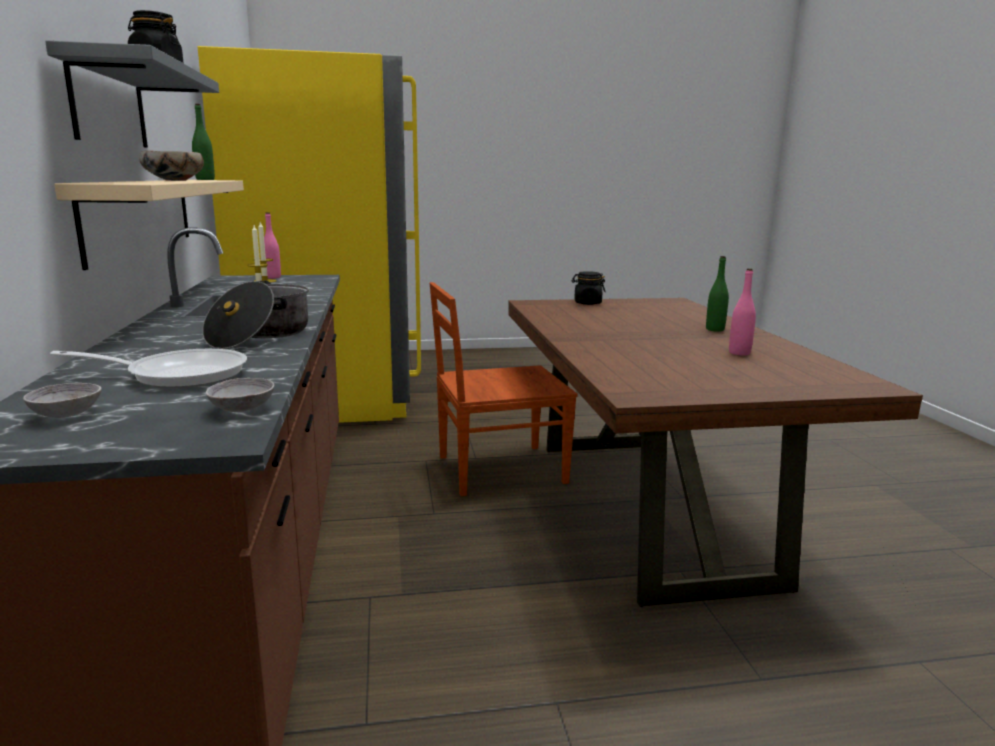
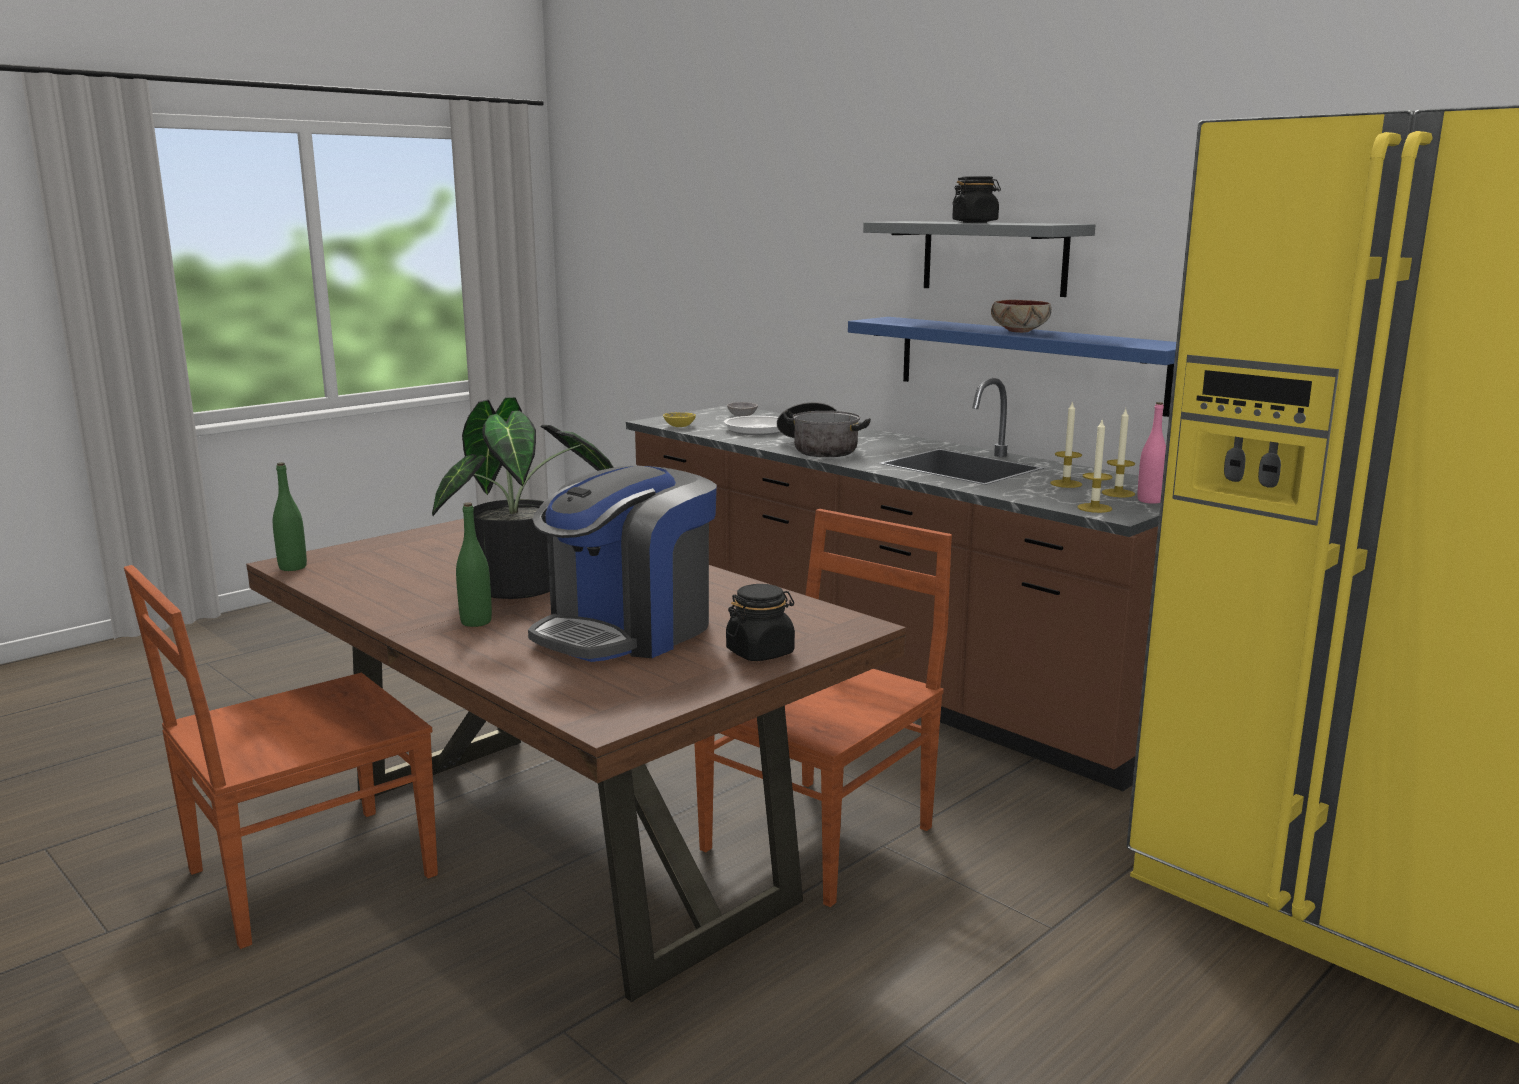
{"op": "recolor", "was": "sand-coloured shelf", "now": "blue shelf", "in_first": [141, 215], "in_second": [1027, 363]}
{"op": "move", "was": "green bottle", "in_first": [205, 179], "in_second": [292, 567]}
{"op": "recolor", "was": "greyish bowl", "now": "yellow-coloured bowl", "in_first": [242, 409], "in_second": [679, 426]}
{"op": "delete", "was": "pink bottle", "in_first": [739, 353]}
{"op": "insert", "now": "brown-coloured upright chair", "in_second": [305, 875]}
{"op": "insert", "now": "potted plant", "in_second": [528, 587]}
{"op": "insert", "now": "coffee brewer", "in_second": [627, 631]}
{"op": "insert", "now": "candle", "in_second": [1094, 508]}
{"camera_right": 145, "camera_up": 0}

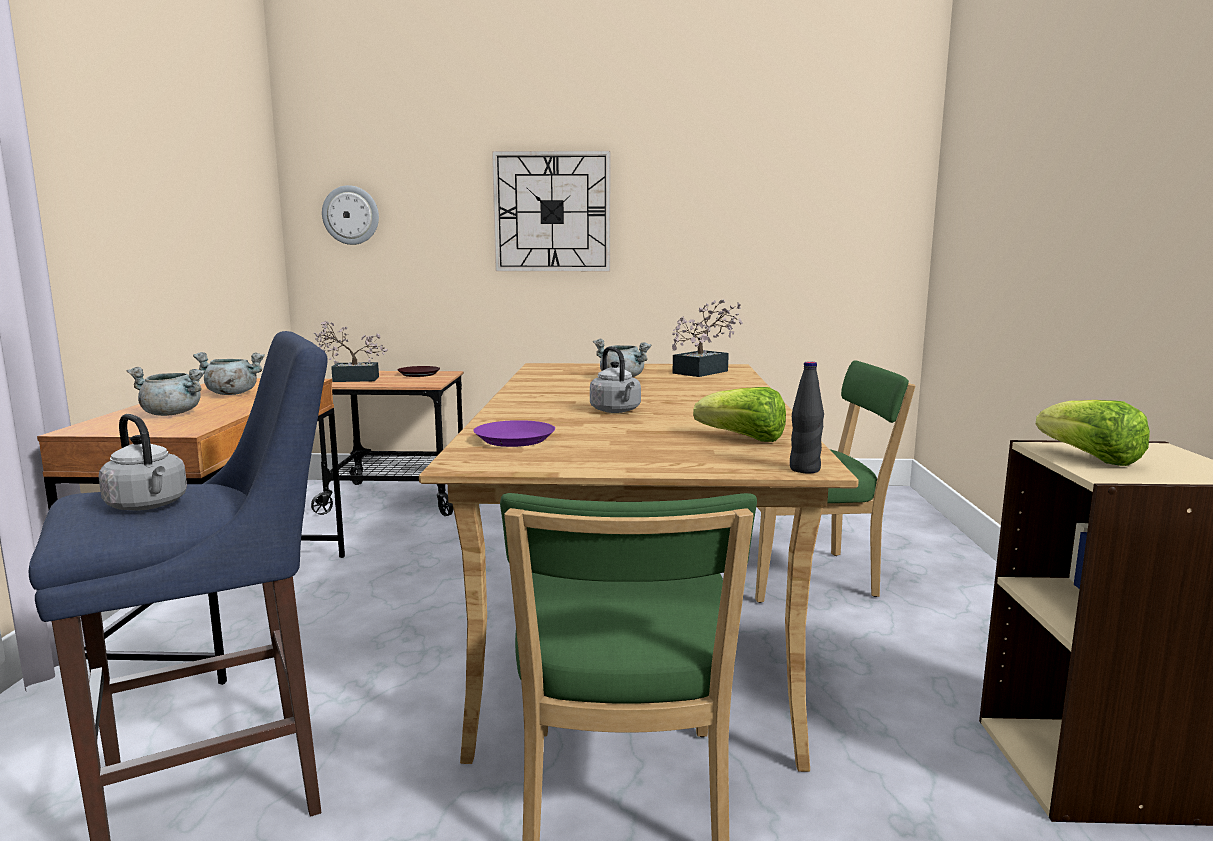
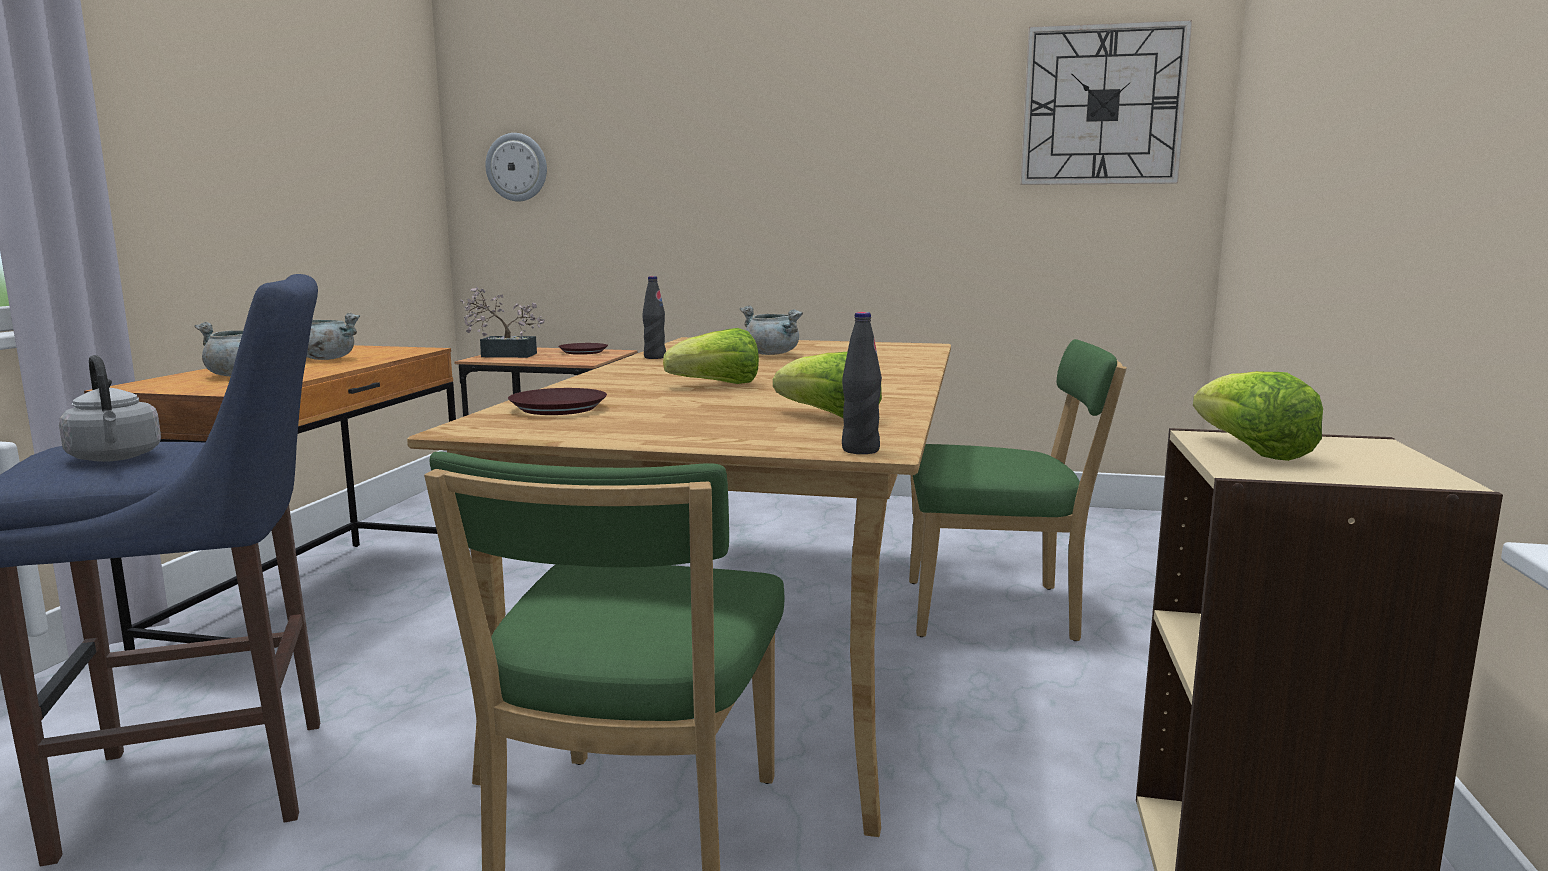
{"op": "recolor", "was": "purple flat dish", "now": "brown-coloured flat dish", "in_first": [515, 439], "in_second": [559, 408]}
{"op": "move", "was": "wall clock", "in_first": [552, 212], "in_second": [1102, 105]}
{"op": "replace", "was": "greyish tea kettle", "now": "lettuce head", "in_first": [616, 411], "in_second": [717, 385]}
{"op": "delete", "was": "potted plant", "in_first": [705, 371]}
{"op": "insert", "now": "black bottle", "in_second": [654, 357]}
{"camera_right": 10, "camera_up": 0}

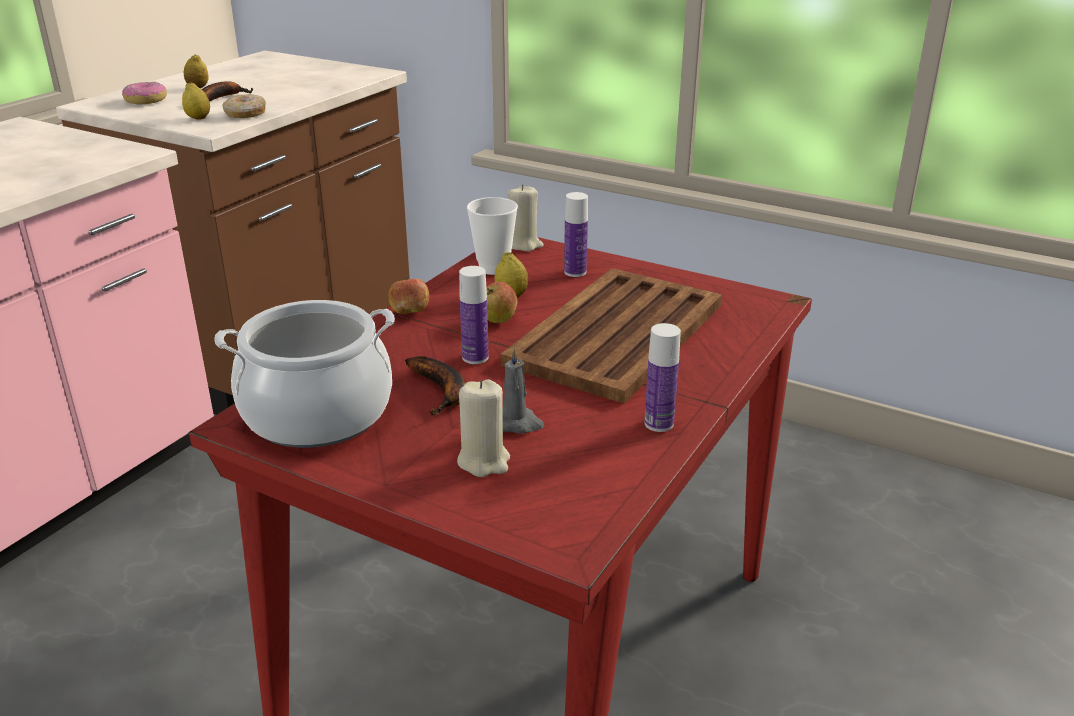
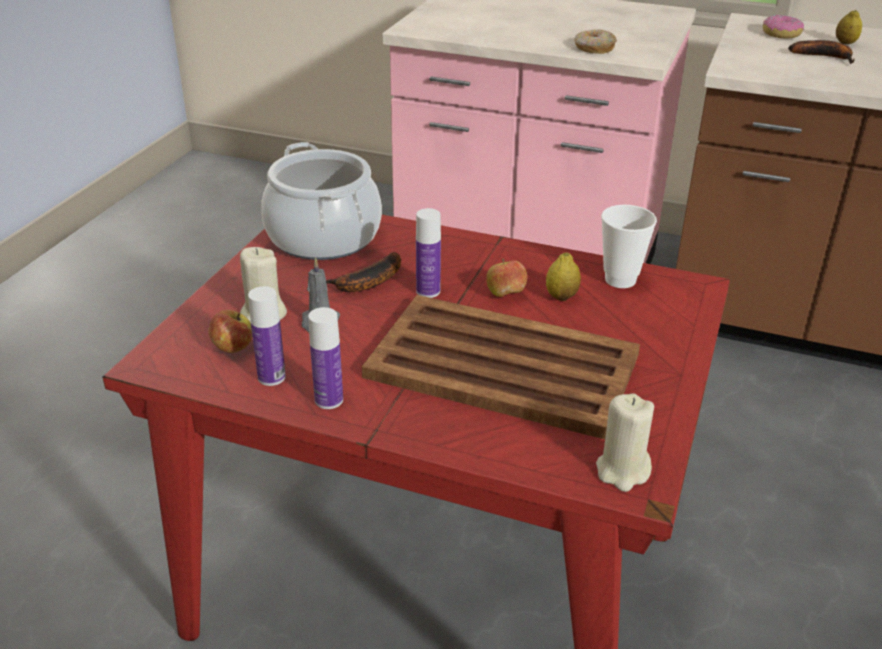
{"op": "delete", "was": "citrus fruit", "in_first": [198, 118]}
{"op": "move", "was": "doughnut", "in_first": [245, 114], "in_second": [594, 48]}
{"op": "move", "was": "whole apple", "in_first": [410, 313], "in_second": [233, 348]}
{"op": "move", "was": "sand-coloured candle", "in_first": [523, 244], "in_second": [622, 471]}
{"op": "move", "was": "bottle", "in_first": [575, 272], "in_second": [271, 377]}
{"camera_right": 80, "camera_up": 5}

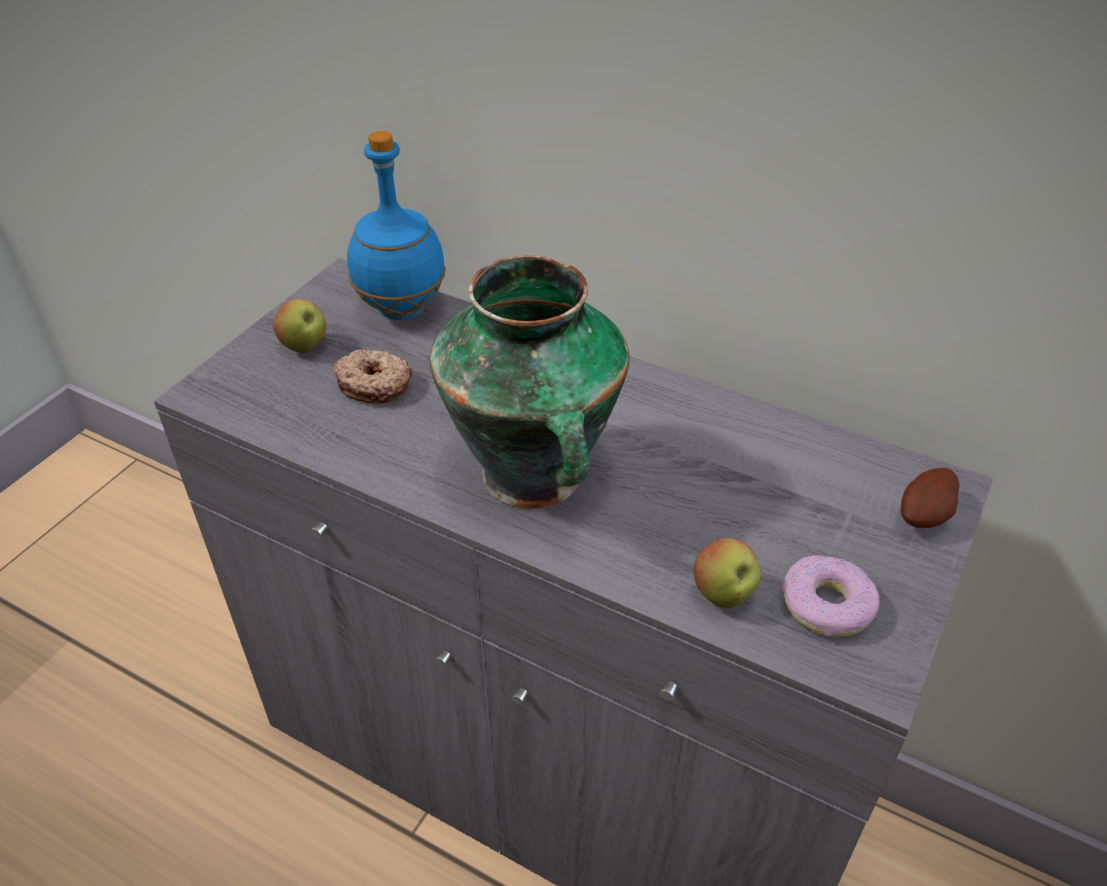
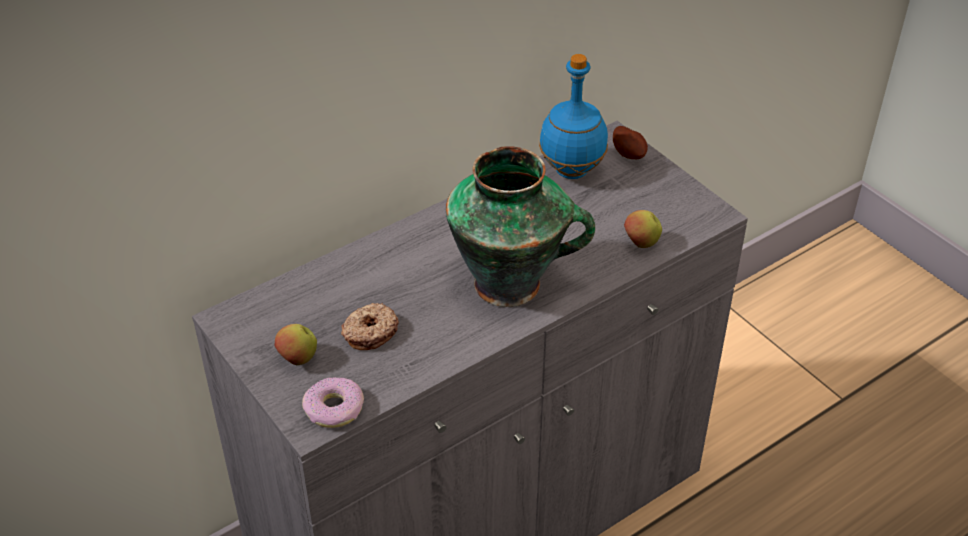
{"op": "move", "was": "blue bottle", "in_first": [403, 309], "in_second": [571, 170]}
{"op": "move", "was": "doughnut", "in_first": [826, 606], "in_second": [334, 409]}
{"camera_right": -65, "camera_up": 0}

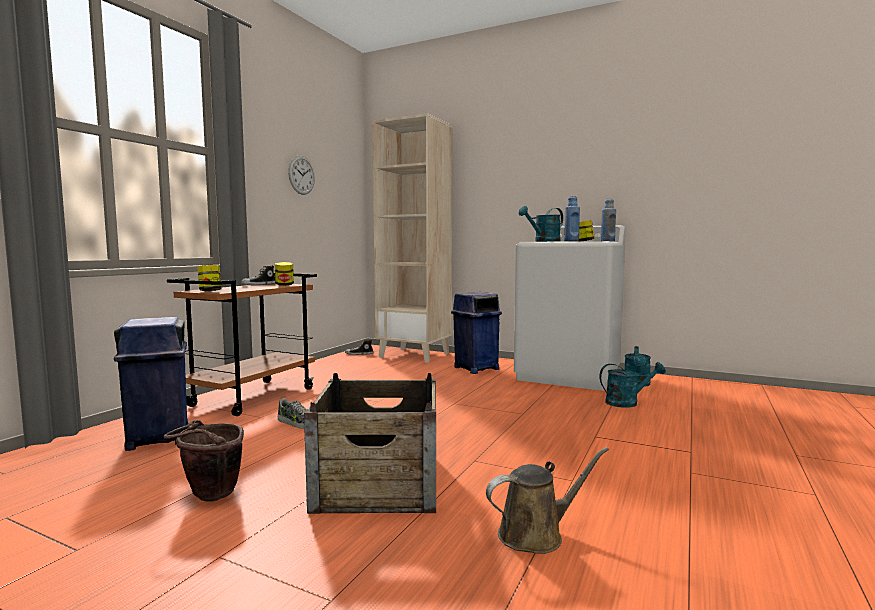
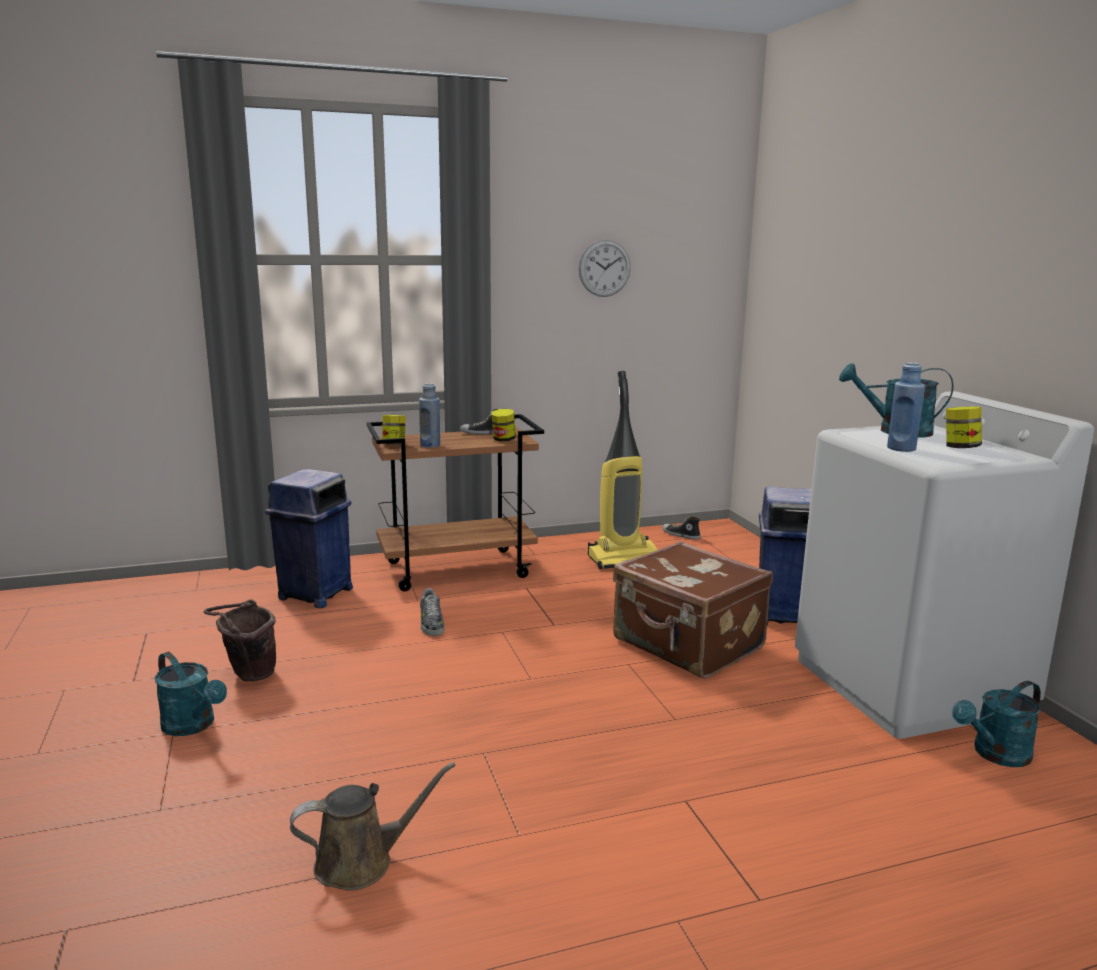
{"op": "delete", "was": "packing crate", "in_first": [379, 483]}
{"op": "delete", "was": "sand-coloured shelving unit", "in_first": [415, 355]}
{"op": "rotate", "was": "brown-coloured watering pot", "in_first": [536, 534], "in_second": [361, 862], "clockwise": -45}
{"op": "move", "was": "blue-green watering pot", "in_first": [627, 402], "in_second": [193, 726]}
{"op": "move", "was": "blue bottle", "in_first": [607, 241], "in_second": [430, 445]}
{"op": "insert", "now": "hoover", "in_second": [624, 559]}
{"op": "insert", "now": "brown-coloured suitcase", "in_second": [687, 645]}
{"camera_right": 45, "camera_up": 10}

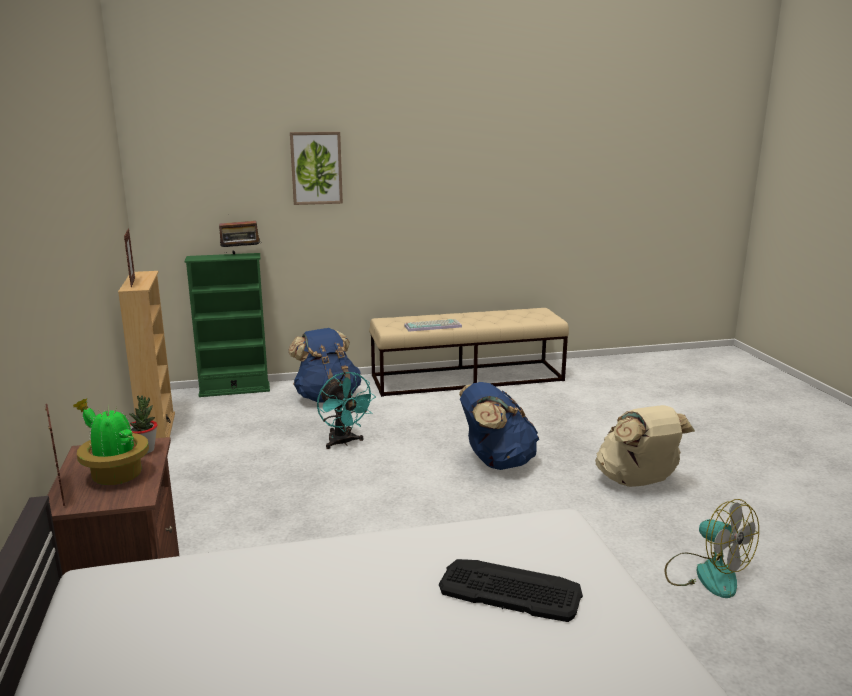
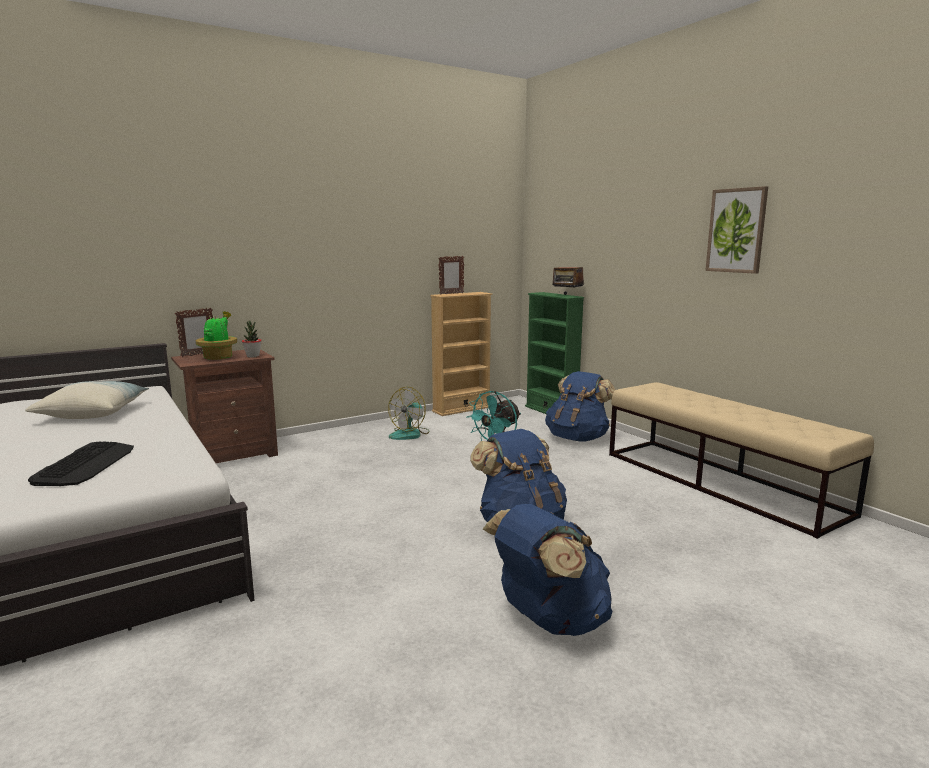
{"op": "move", "was": "wall picture", "in_first": [316, 168], "in_second": [736, 230]}
{"op": "delete", "was": "PC keyboard", "in_first": [433, 326]}
{"op": "recolor", "was": "sand-coloured knapsack", "now": "blue knapsack", "in_first": [637, 482], "in_second": [548, 620]}
{"op": "move", "was": "cooling fan", "in_first": [706, 574], "in_second": [410, 434]}
{"op": "insert", "now": "throw pillow", "in_second": [93, 413]}
{"camera_right": 70, "camera_up": -5}

